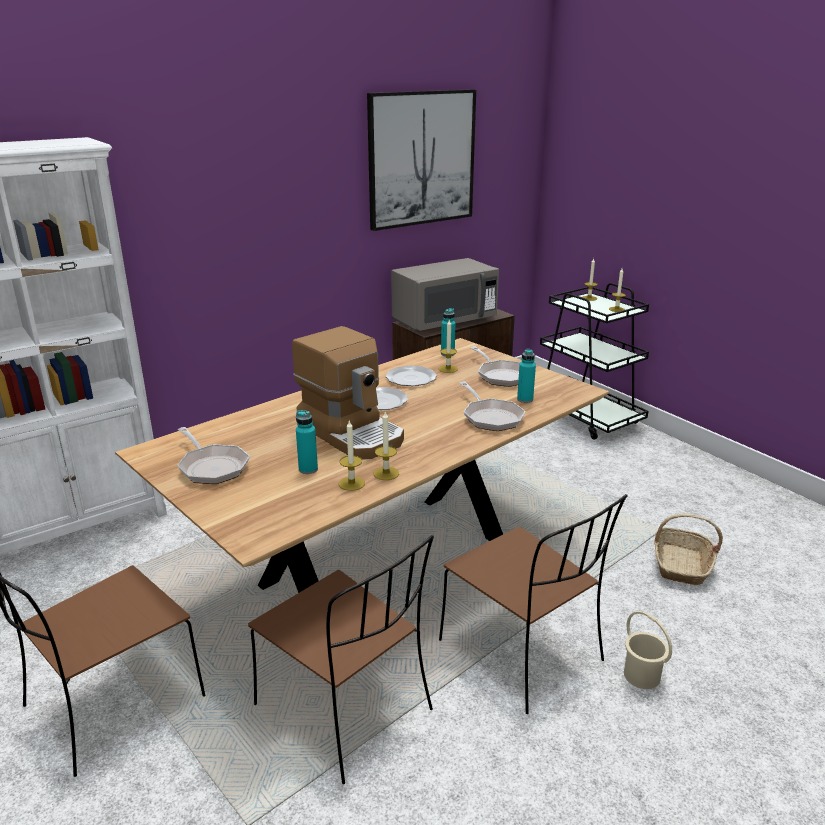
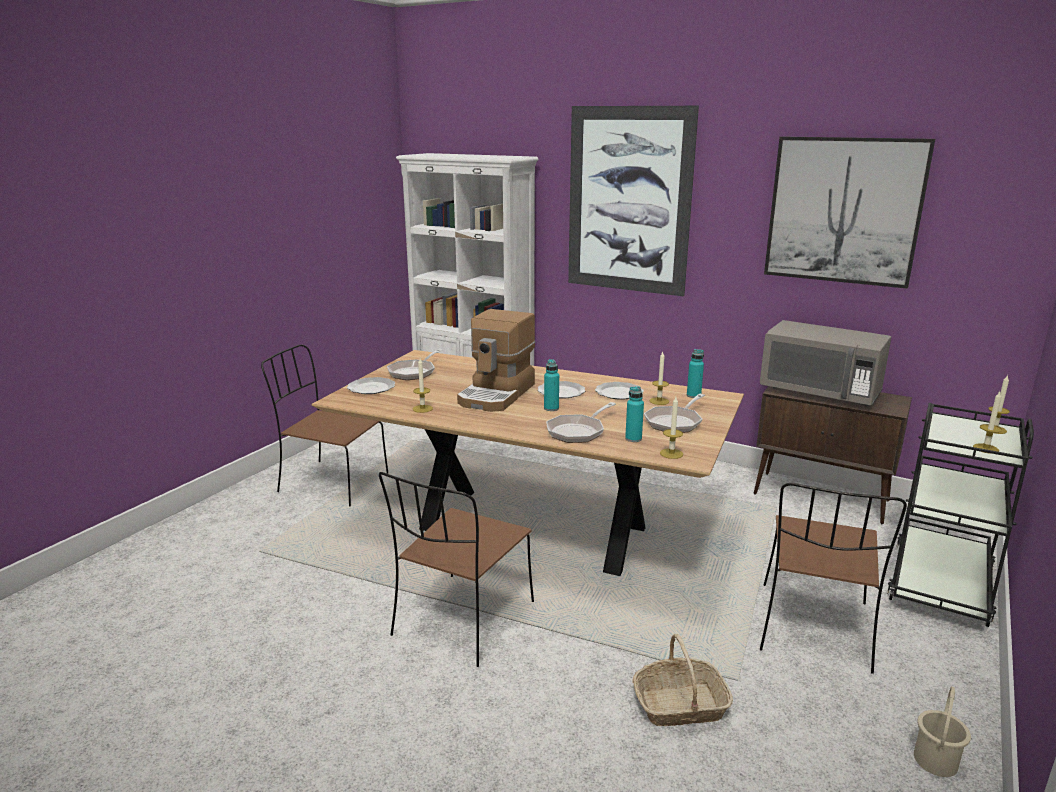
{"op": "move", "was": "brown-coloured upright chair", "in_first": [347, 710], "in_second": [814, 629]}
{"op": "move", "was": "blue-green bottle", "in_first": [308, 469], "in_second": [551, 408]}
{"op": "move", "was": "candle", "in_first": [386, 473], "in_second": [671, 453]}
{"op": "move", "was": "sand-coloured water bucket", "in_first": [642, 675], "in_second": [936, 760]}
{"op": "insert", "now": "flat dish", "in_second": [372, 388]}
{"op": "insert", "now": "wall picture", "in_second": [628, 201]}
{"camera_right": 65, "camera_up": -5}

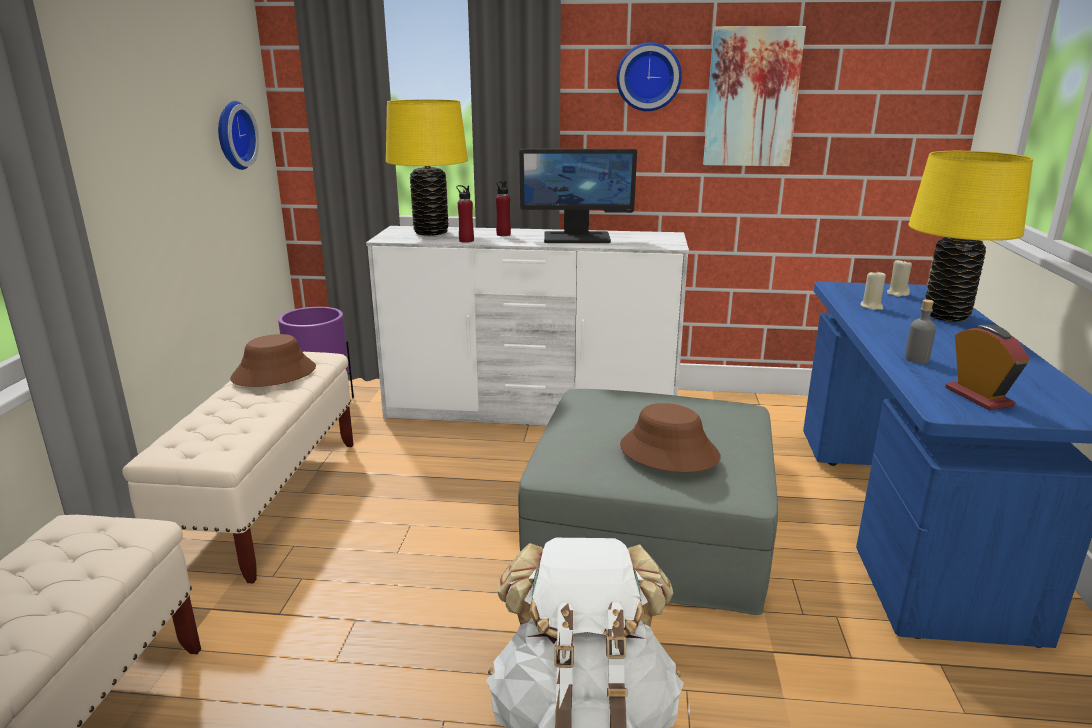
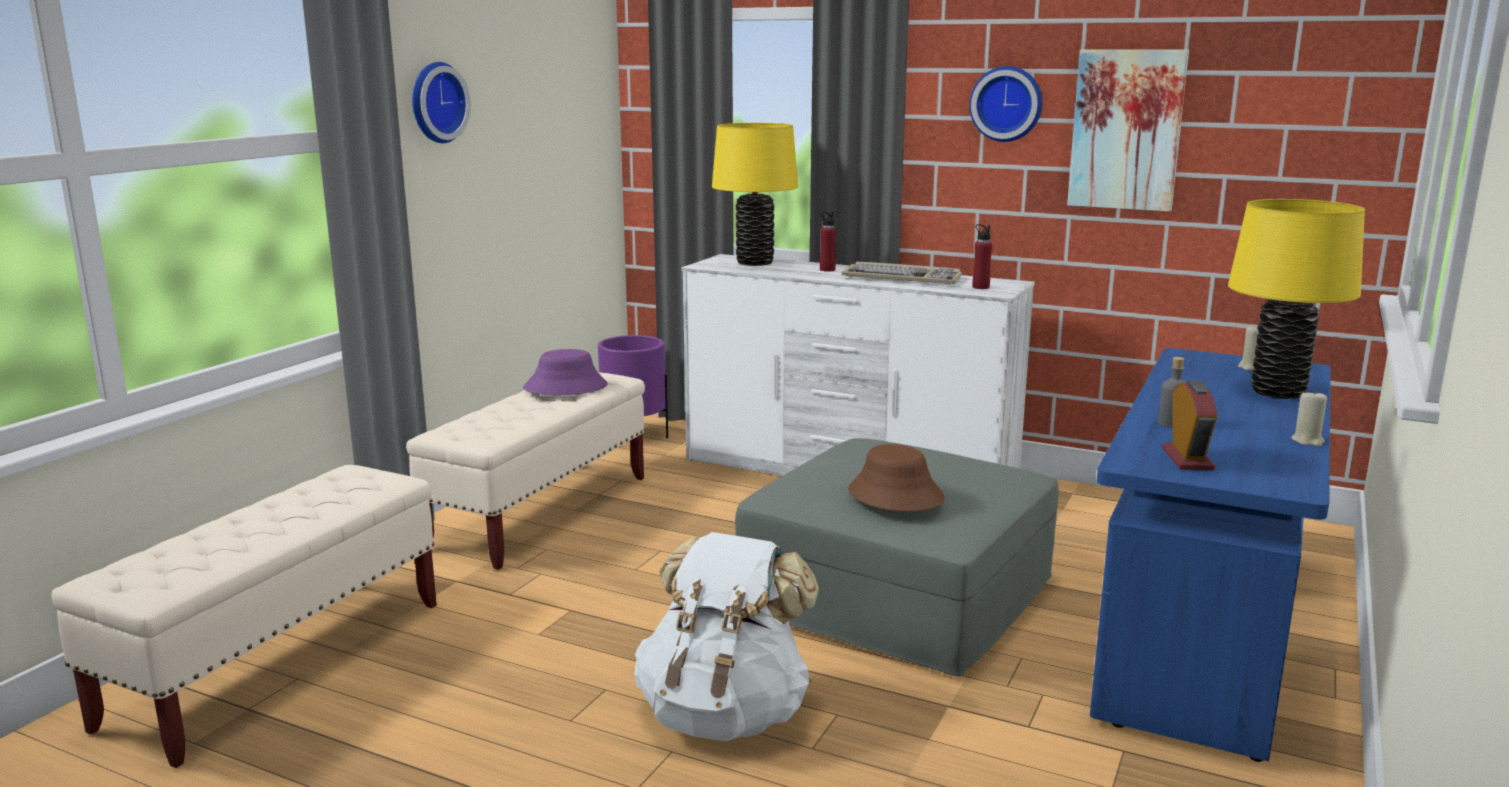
{"op": "move", "was": "wall clock", "in_first": [232, 135], "in_second": [435, 102]}
{"op": "recolor", "was": "brown-coloured clothing hat", "now": "purple clothing hat", "in_first": [274, 374], "in_second": [565, 387]}
{"op": "move", "was": "red bottle", "in_first": [466, 240], "in_second": [980, 287]}
{"op": "replace", "was": "computer display", "now": "PC keyboard", "in_first": [577, 237], "in_second": [903, 278]}
{"op": "move", "was": "sand-coloured candle", "in_first": [871, 306], "in_second": [1307, 441]}
{"camera_right": 20, "camera_up": -5}

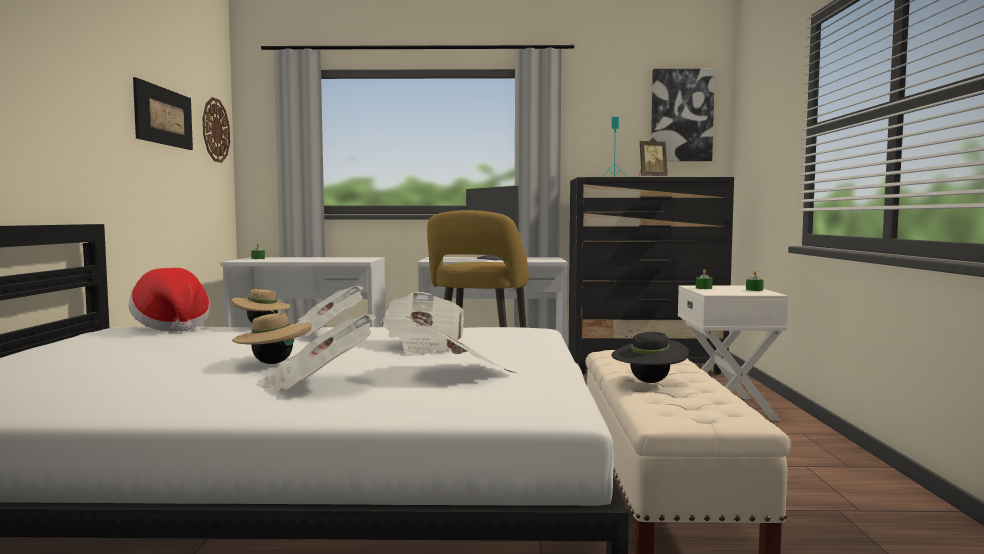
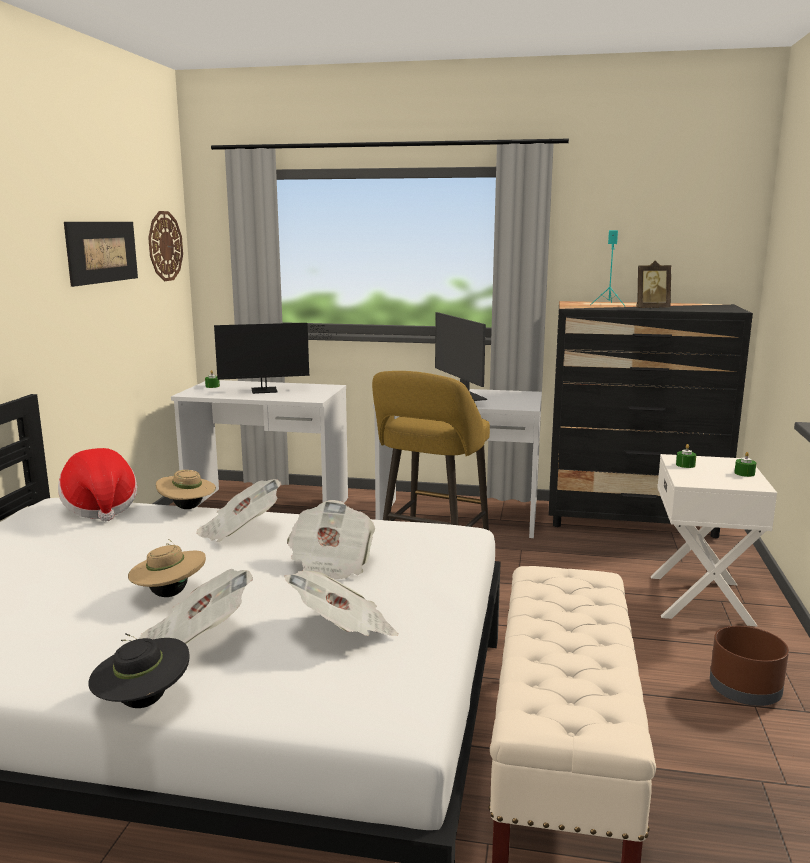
{"op": "move", "was": "black clothing hat", "in_first": [648, 382], "in_second": [143, 702]}
{"op": "delete", "was": "wall picture", "in_first": [681, 115]}
{"op": "insert", "now": "computer display", "in_second": [269, 390]}
{"op": "insert", "now": "brown-coloured flower pot", "in_second": [744, 692]}
{"camera_right": 10, "camera_up": 10}

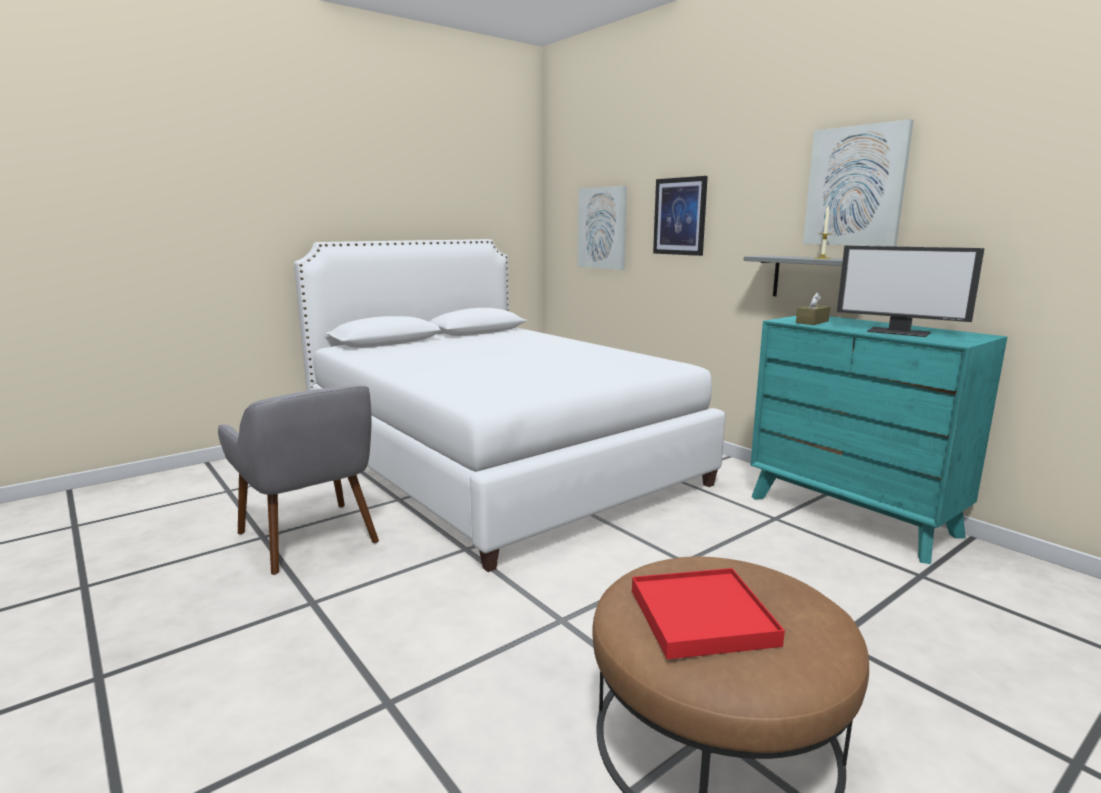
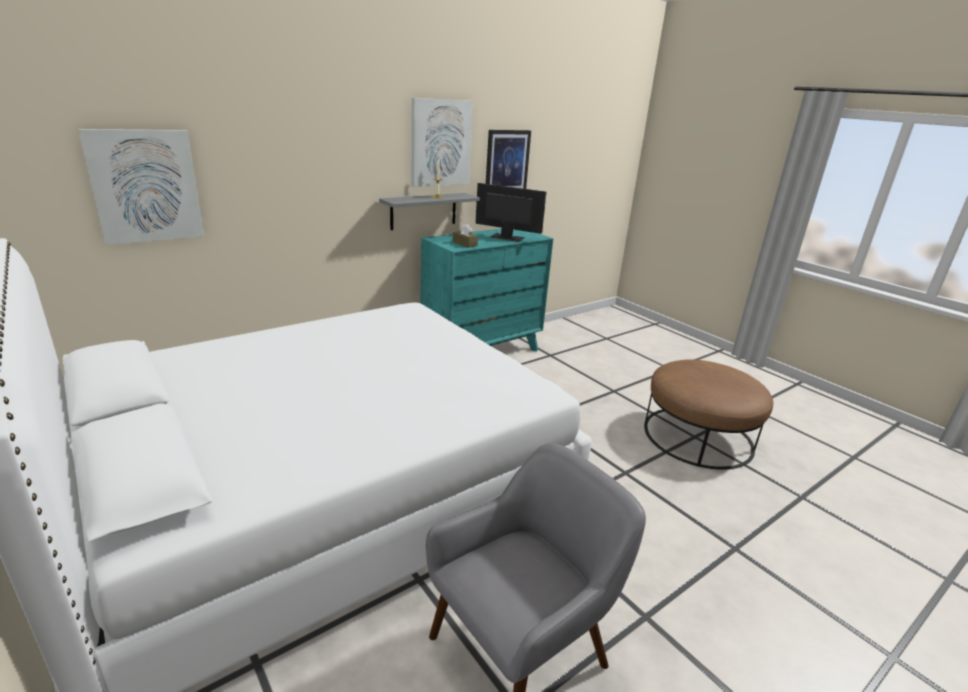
{"op": "delete", "was": "red serving tray", "in_first": [701, 617]}
{"op": "move", "was": "wall picture", "in_first": [680, 216], "in_second": [507, 162]}
{"op": "rotate", "was": "computer display", "in_first": [899, 332], "in_second": [506, 237], "clockwise": -105}
{"camera_right": -90, "camera_up": 10}

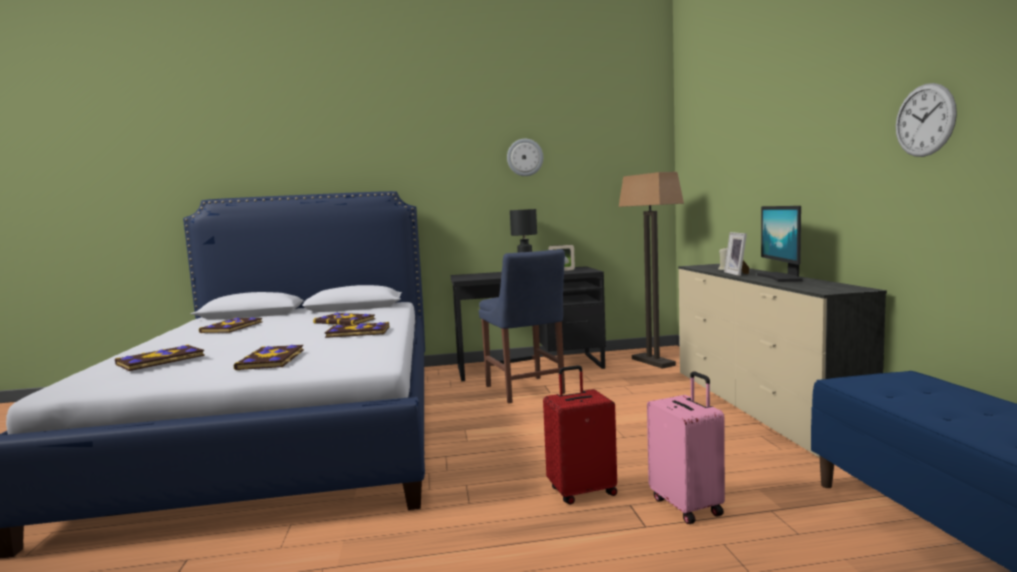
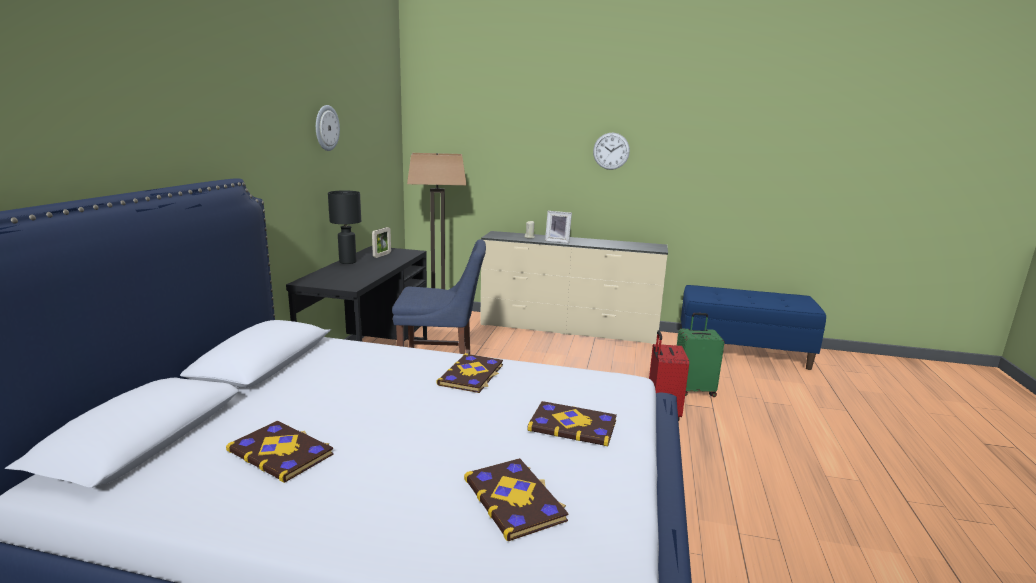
{"op": "delete", "was": "bound book", "in_first": [345, 321]}
{"op": "recolor", "was": "pink suitcase", "now": "green suitcase", "in_first": [687, 506], "in_second": [693, 390]}
{"op": "delete", "was": "computer display", "in_first": [781, 278]}
{"op": "move", "was": "wall clock", "in_first": [924, 120], "in_second": [611, 151]}
{"camera_right": -70, "camera_up": 10}

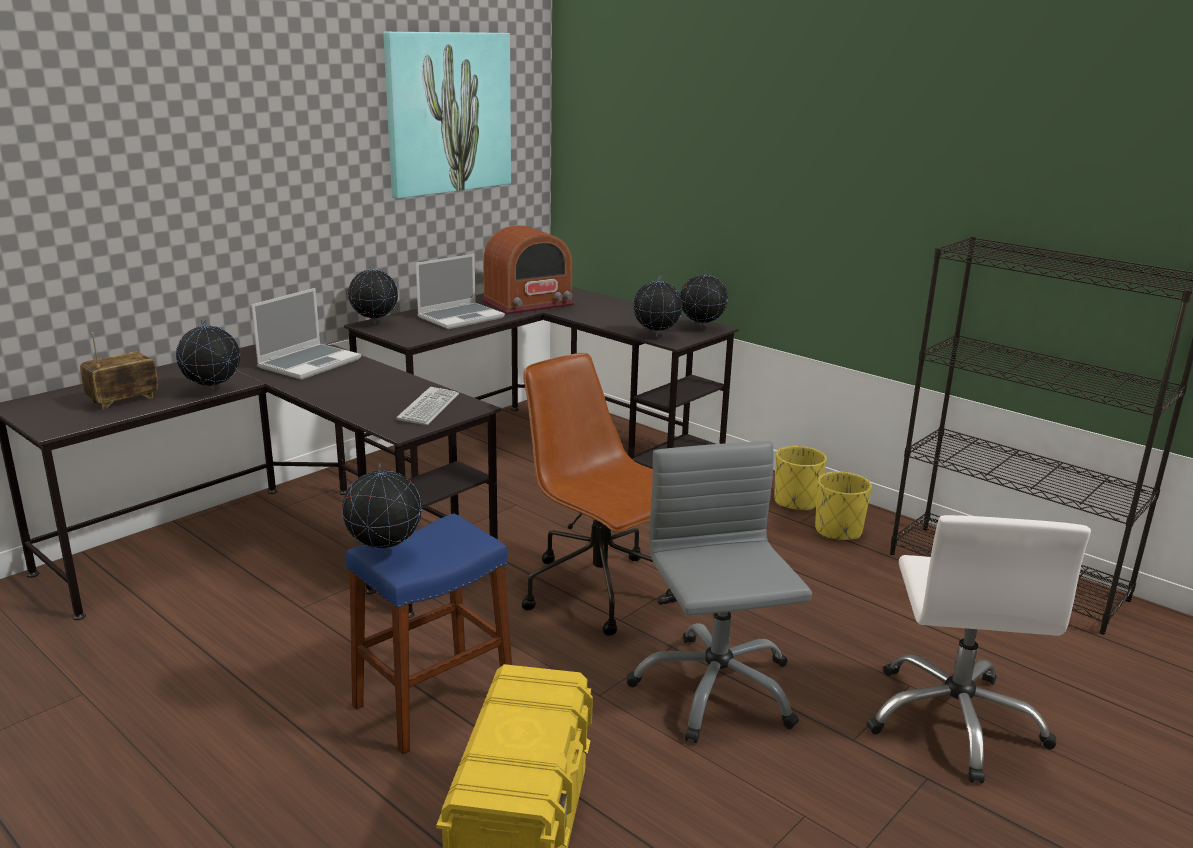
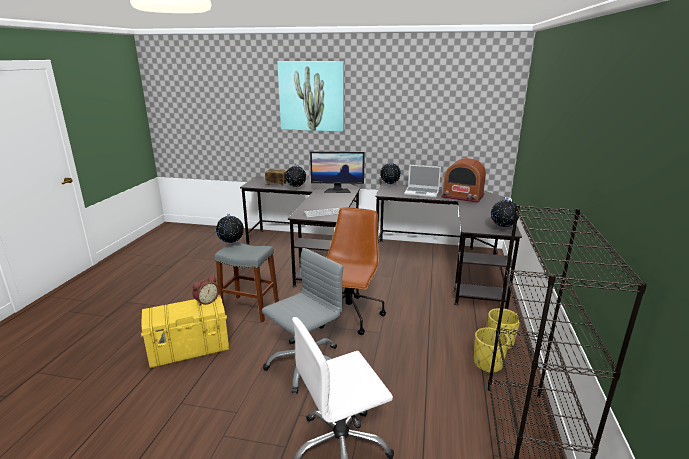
{"op": "replace", "was": "notebook computer", "now": "computer display", "in_first": [309, 363], "in_second": [337, 190]}
{"op": "recolor", "was": "blue sitting stool", "now": "greyish sitting stool", "in_first": [433, 702], "in_second": [249, 308]}
{"op": "move", "was": "wall picture", "in_first": [448, 113], "in_second": [311, 96]}
{"op": "delete", "was": "desk globe", "in_first": [656, 336]}
{"op": "insert", "now": "table clock", "in_second": [206, 301]}
{"camera_right": 60, "camera_up": 0}

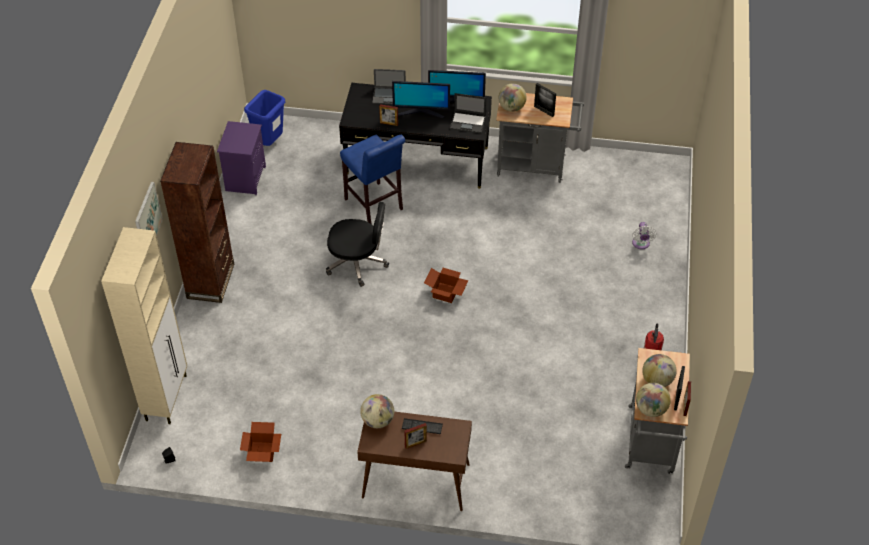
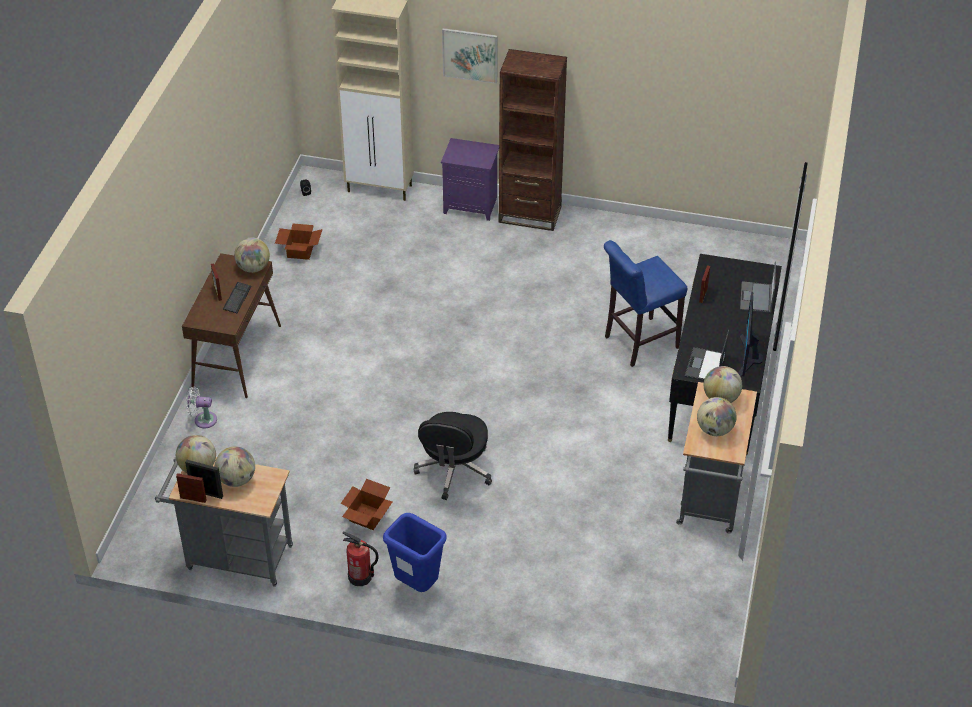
{"op": "move", "was": "purple night table", "in_first": [245, 178], "in_second": [472, 205]}
{"op": "move", "was": "blue trash can", "in_first": [269, 143], "in_second": [417, 586]}
{"op": "move", "was": "black computer chair", "in_first": [357, 263], "in_second": [454, 471]}
{"op": "delete", "was": "computer display", "in_first": [421, 112]}
{"op": "move", "was": "packing box", "in_first": [446, 293], "in_second": [366, 517]}
{"op": "replace", "was": "standing frame", "now": "desk globe", "in_first": [544, 111], "in_second": [714, 430]}
{"op": "move", "was": "white cooling fan", "in_first": [641, 244], "in_second": [203, 420]}
{"camera_right": 95, "camera_up": -5}

